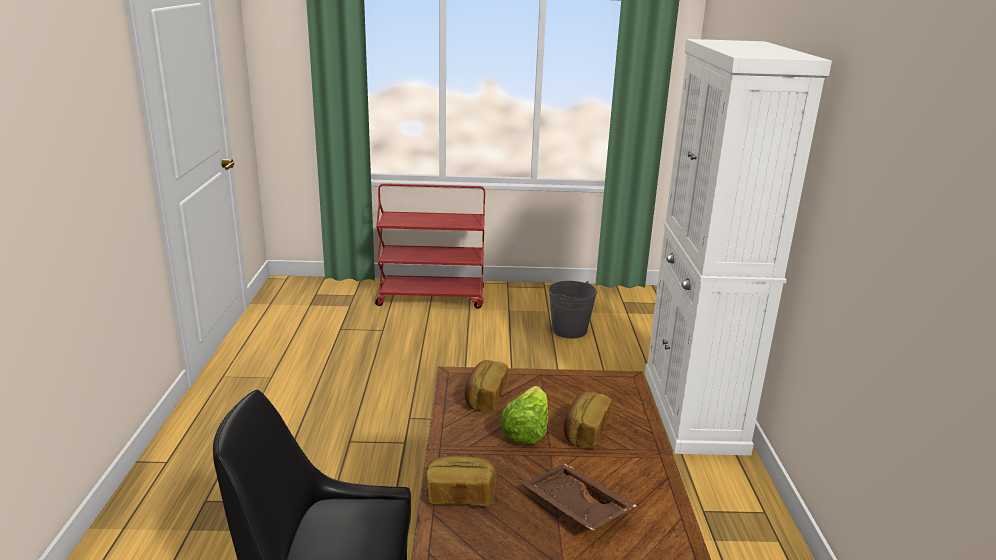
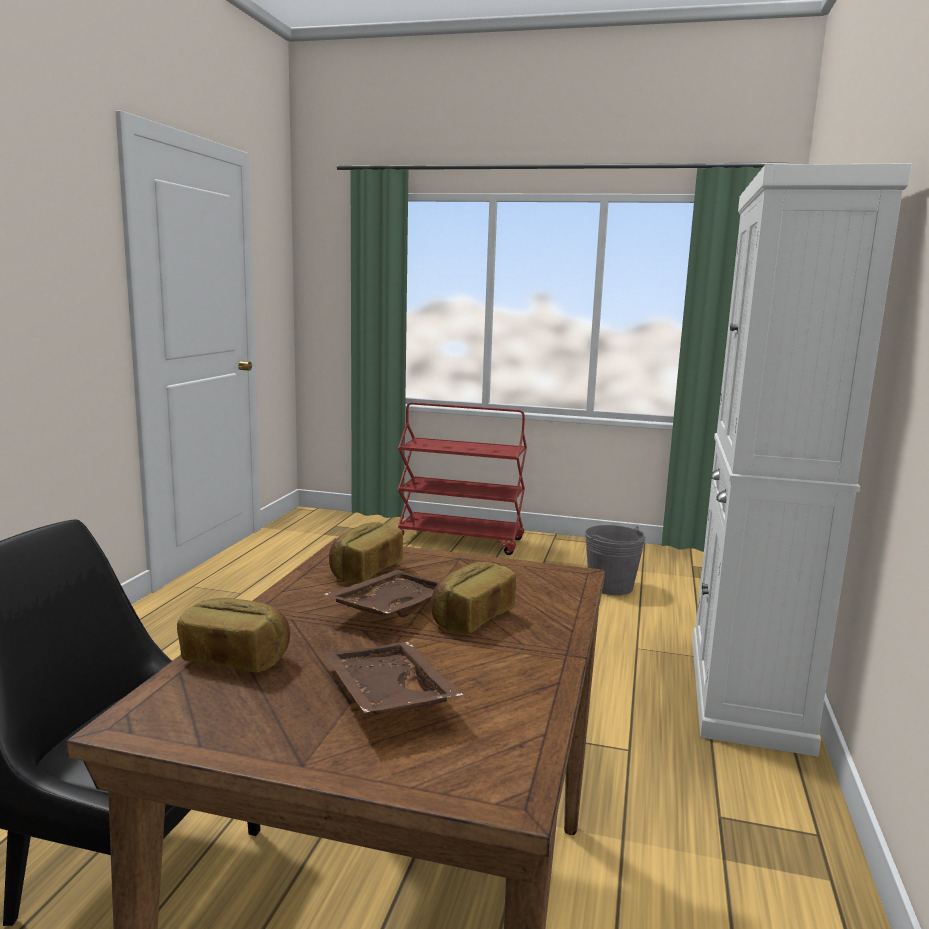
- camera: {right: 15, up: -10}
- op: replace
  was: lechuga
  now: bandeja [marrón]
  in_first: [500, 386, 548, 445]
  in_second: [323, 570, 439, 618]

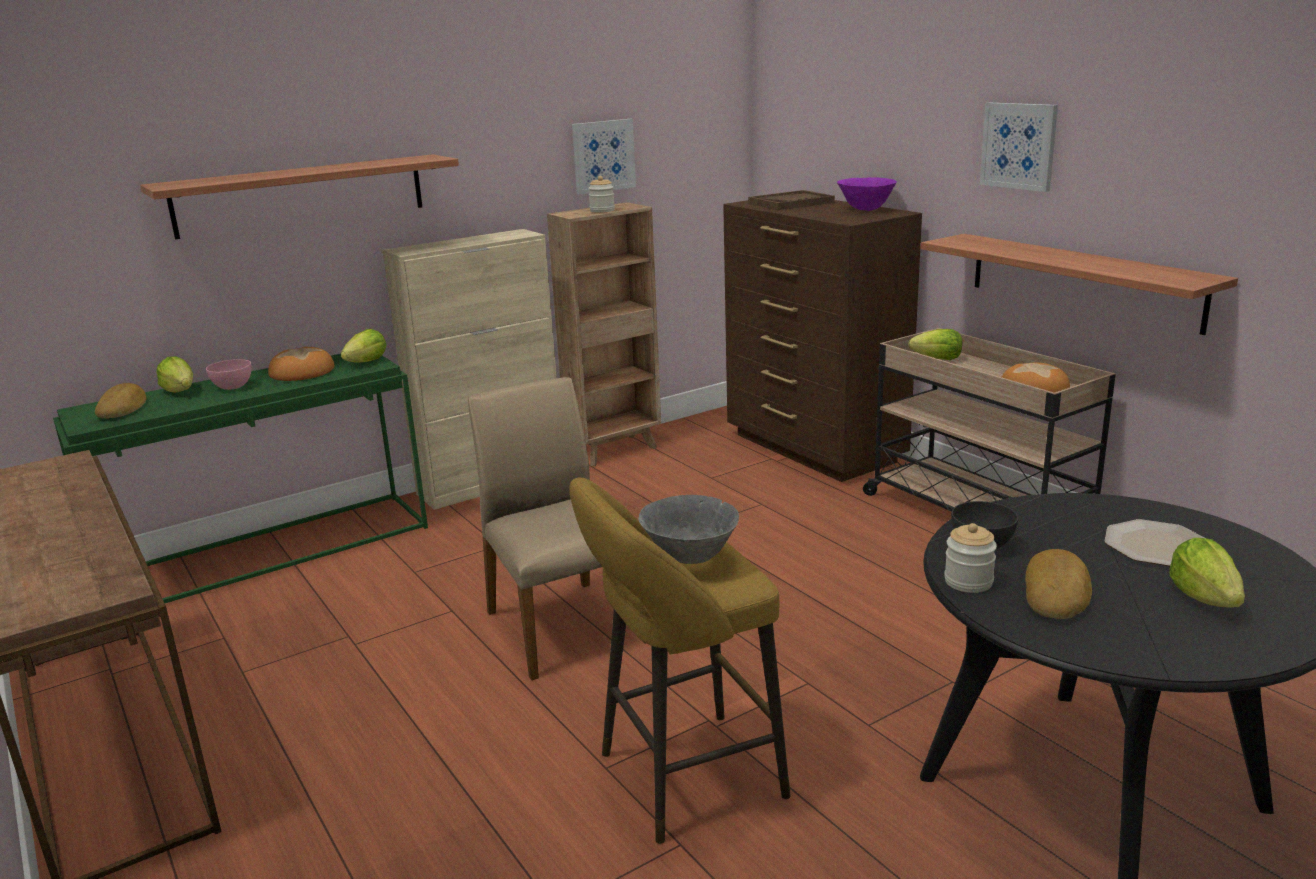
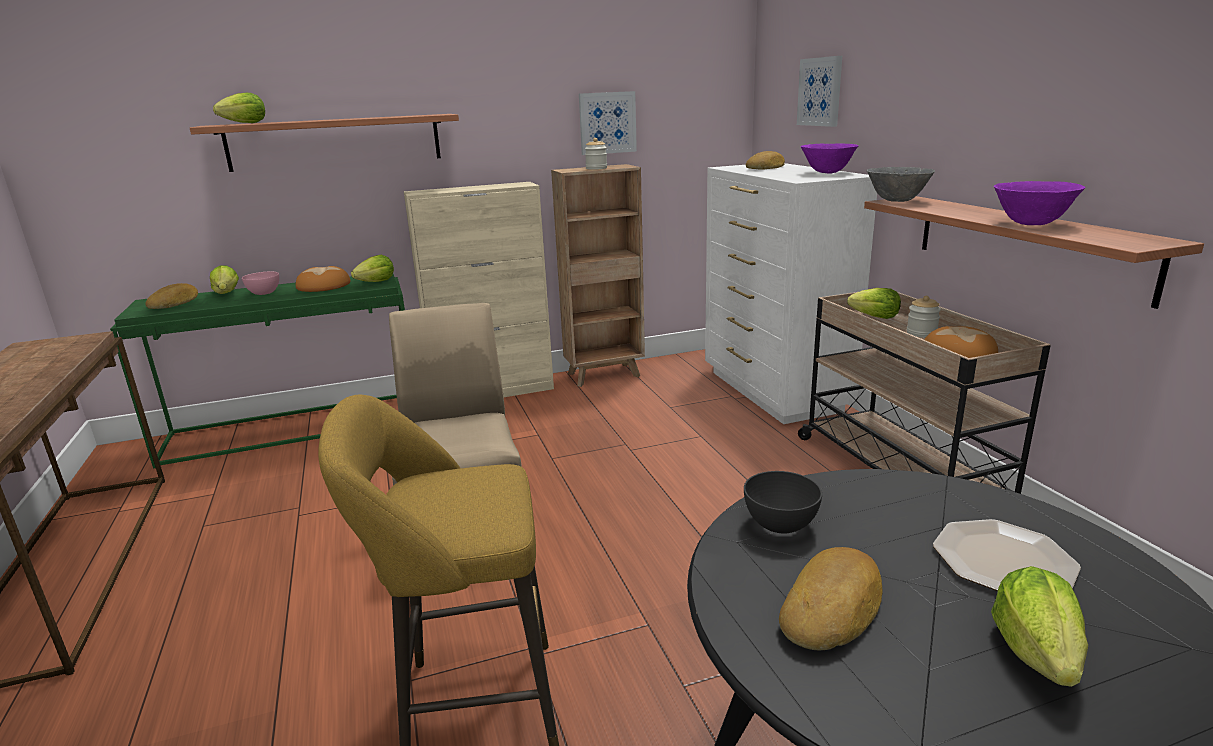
- camera: {right: 15, up: 0}
- op: insert
  now: lechuga
  in_second: [213, 93, 265, 123]
- op: insert
  now: cuenco [morado]
  in_second: [994, 181, 1086, 225]
- op: move
  was: cuenco [gris]
  in_first: [638, 495, 739, 564]
  in_second: [867, 167, 935, 202]
- op: move
  was: tarro
  in_first: [944, 523, 997, 593]
  in_second: [907, 296, 941, 338]
- op: move
  was: cuadro
  in_first: [980, 103, 1058, 192]
  in_second: [797, 56, 842, 127]
- op: replace
  was: bandeja [marrón]
  now: pan
  in_first: [748, 190, 835, 210]
  in_second: [746, 151, 785, 170]
- op: recolor
  was: cómoda [marrón]
  now: cómoda [blanco]
  in_first: [723, 200, 922, 482]
  in_second: [705, 163, 877, 424]

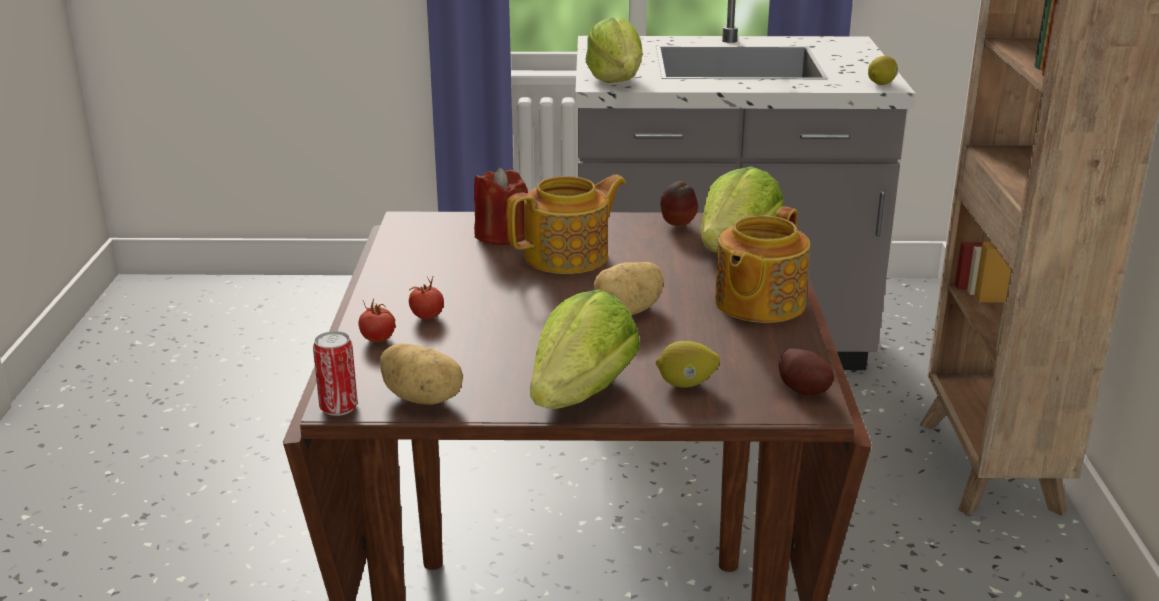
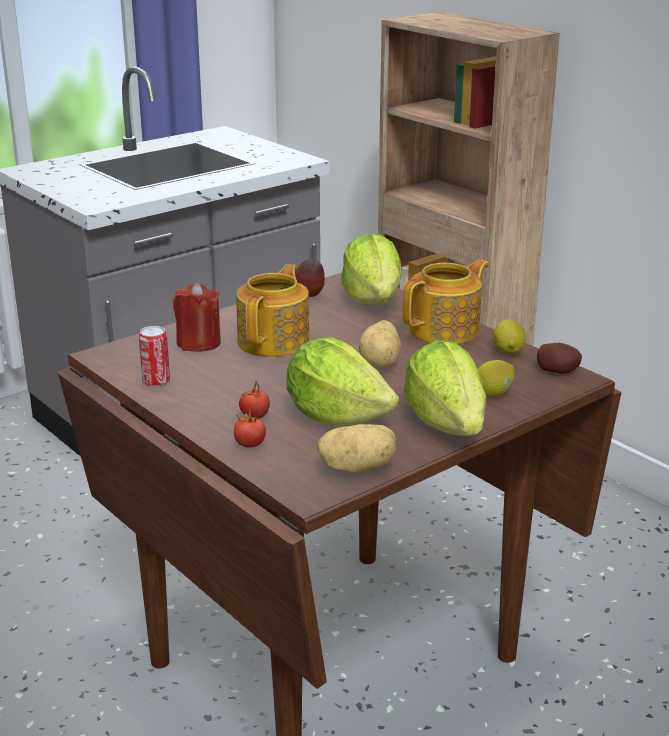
- camera: {right: -40, up: 0}
- op: move
  was: lata
  in_first: [313, 331, 358, 416]
  in_second: [139, 326, 170, 387]
- op: move
  was: lechuga
  in_first: [586, 17, 643, 83]
  in_second: [287, 337, 399, 426]
- op: move
  was: limón
  in_first: [868, 56, 898, 85]
  in_second: [493, 319, 526, 354]
- op: rotate
  was: tetera
  in_first: [715, 207, 810, 323]
  in_second: [402, 259, 489, 344]
  clockwise: -120

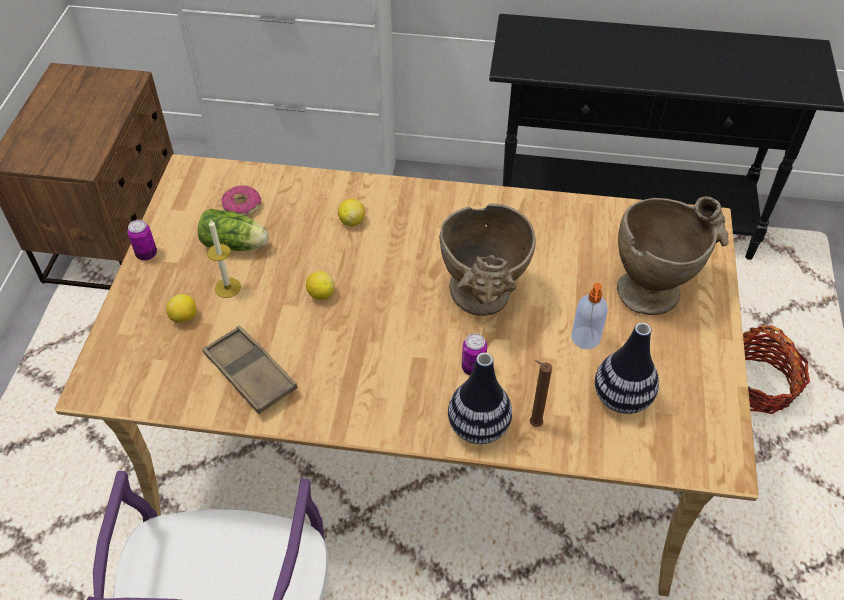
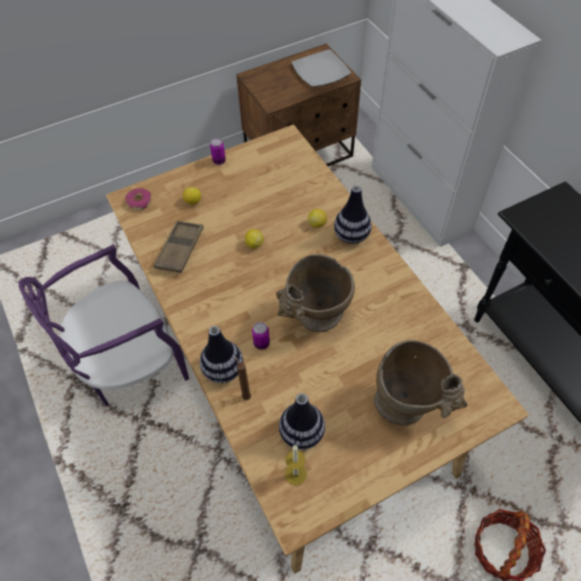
- camera: {right: 55, up: 5}
- op: delete
  was: lechuga
  in_first: [198, 209, 269, 251]
- op: delete
  was: dispensador de jabón
  in_first: [571, 283, 608, 349]
- op: insert
  now: plato
  in_second: [291, 49, 351, 87]
- op: insert
  now: florero
  in_second: [334, 185, 372, 244]
- op: move
  was: vela
  in_first: [207, 220, 241, 298]
  in_second: [285, 445, 307, 486]
- op: move
  was: rosquilla
  in_first: [222, 186, 261, 216]
  in_second: [125, 188, 151, 210]

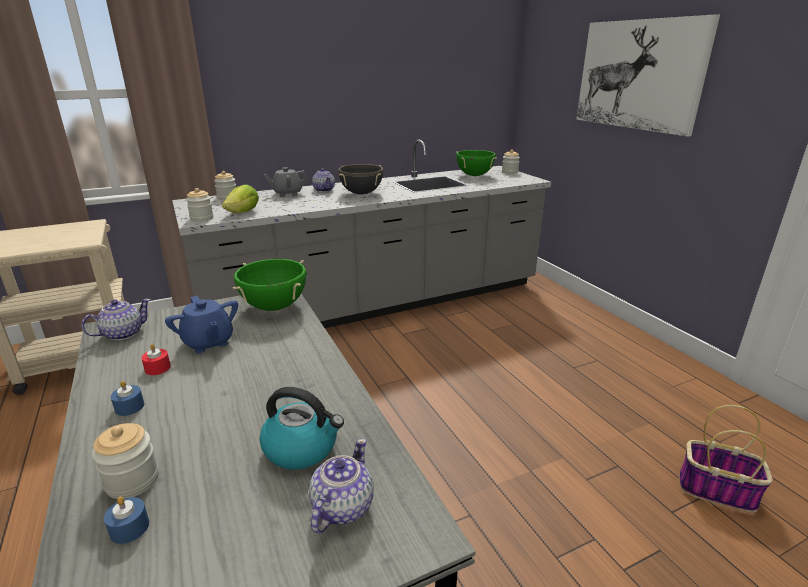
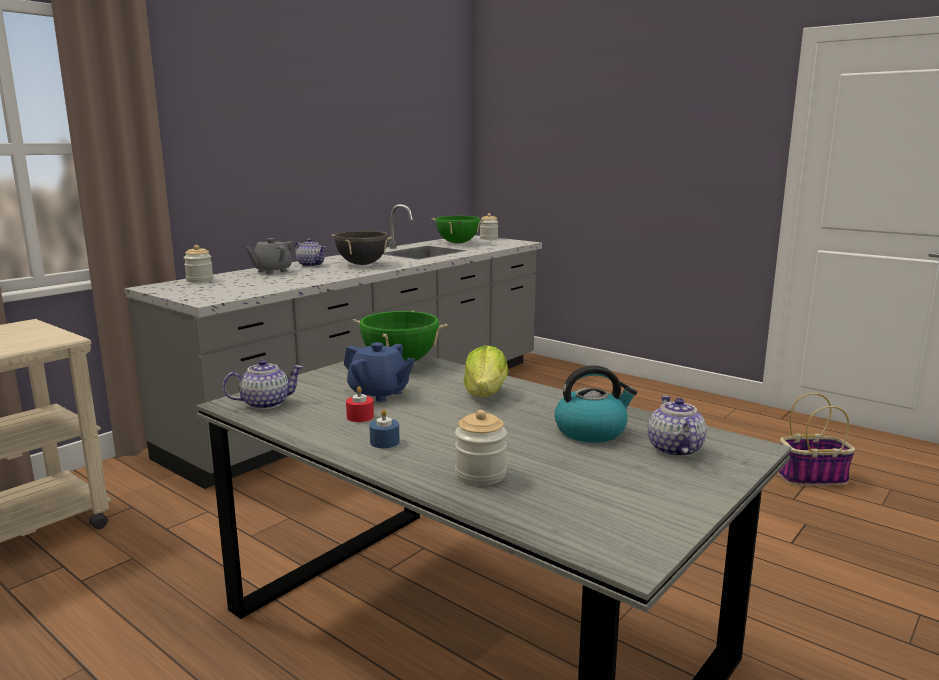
- camera: {right: -25, up: -10}
- op: delete
  was: vela [azul]
  in_first: [104, 497, 149, 544]
- op: delete
  was: tarro
  in_first: [186, 188, 213, 222]
- op: delete
  was: cuadro
  in_first: [576, 14, 720, 137]
- op: move
  was: lechuga
  in_first: [222, 185, 259, 213]
  in_second: [463, 345, 508, 397]
- op: rotate
  was: tetera
  in_first: [81, 299, 151, 340]
  in_second: [222, 359, 303, 410]
  clockwise: 45

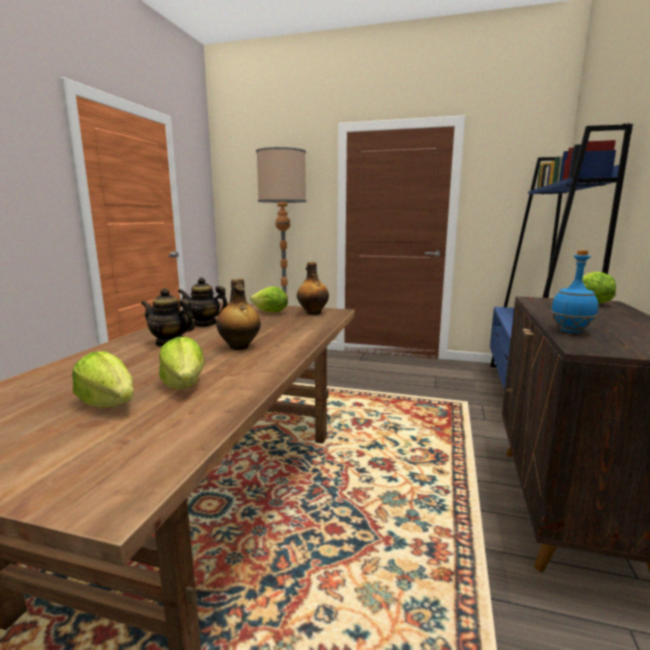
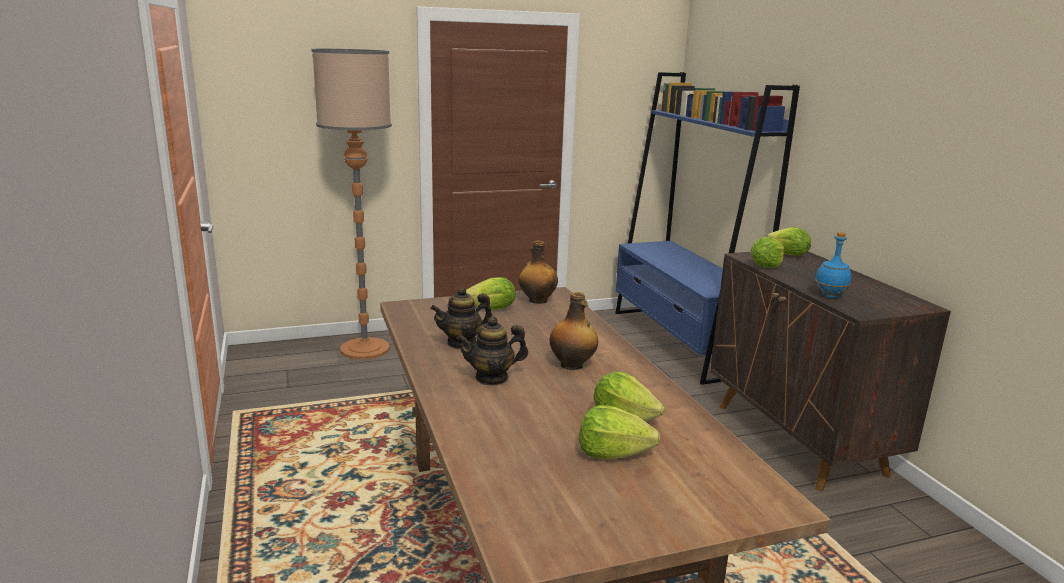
- camera: {right: -35, up: 5}
- op: insert
  now: lechuga
  in_second: [750, 237, 784, 268]

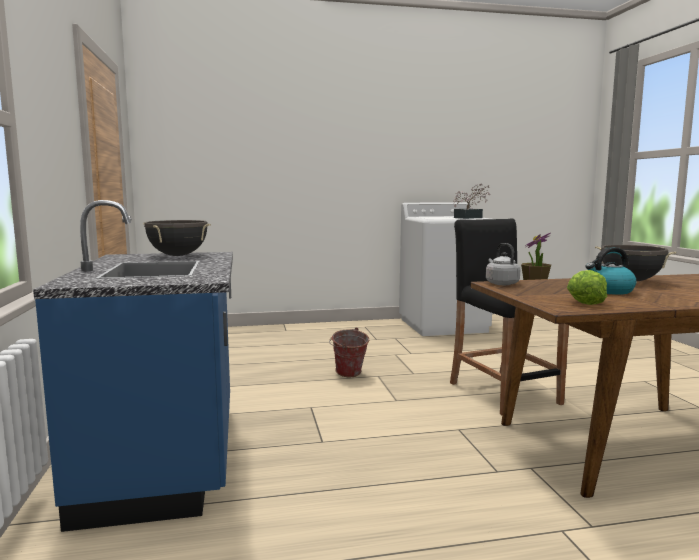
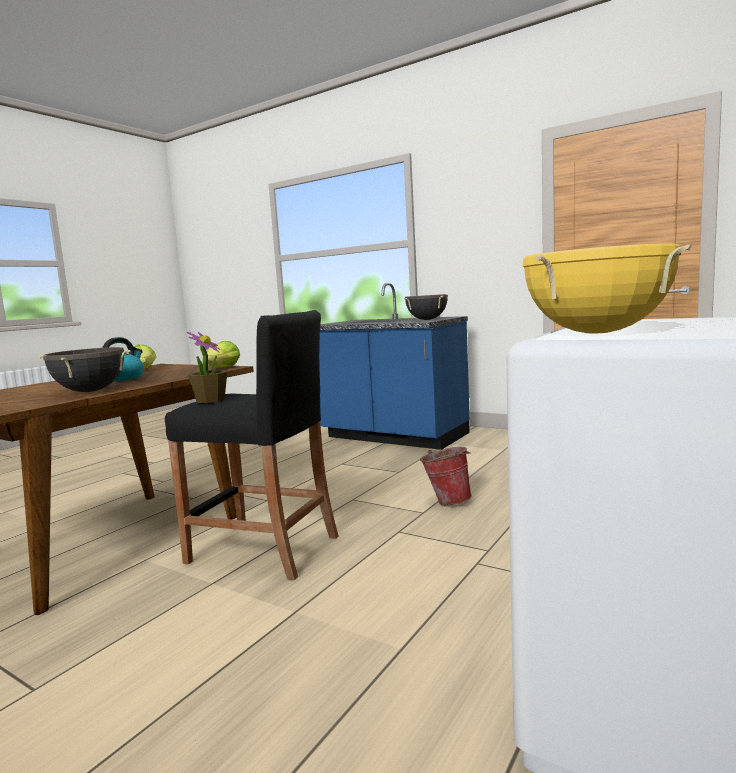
- camera: {right: 135, up: 0}
- op: replace
  was: planta en maceta
  now: olla [amarillo]
  in_first: [453, 184, 490, 219]
  in_second: [523, 243, 691, 333]
- op: replace
  was: hervidor [gris]
  now: lechuga
  in_first: [486, 243, 520, 285]
  in_second: [202, 341, 240, 368]

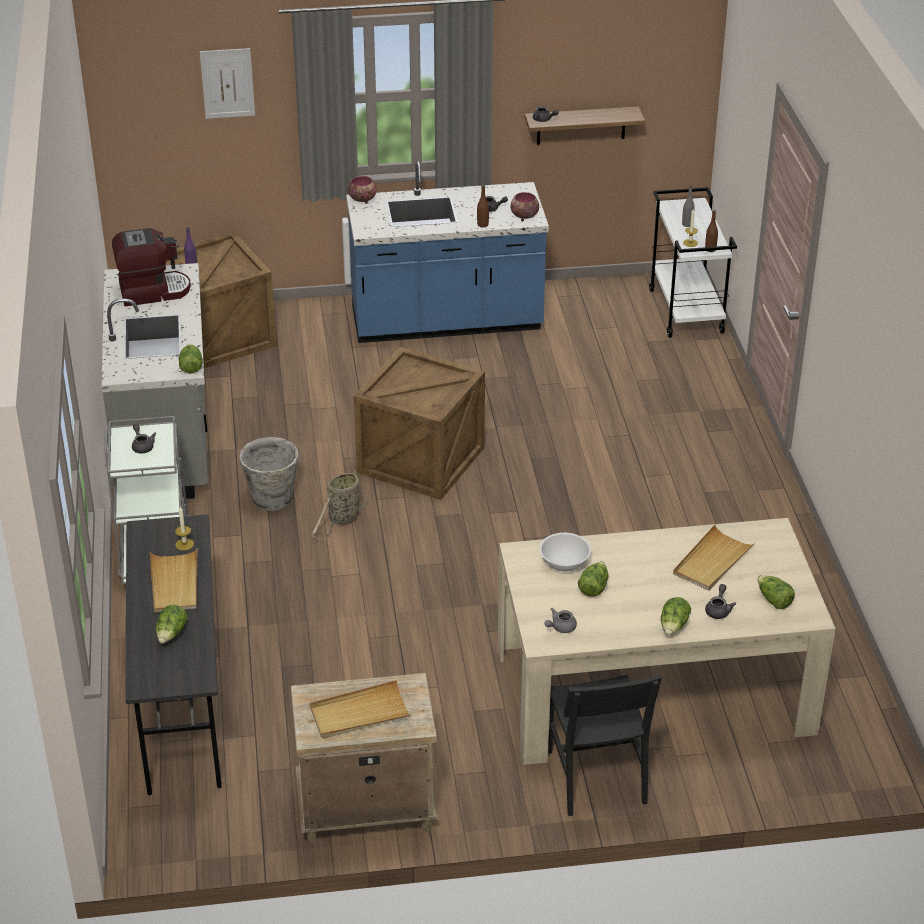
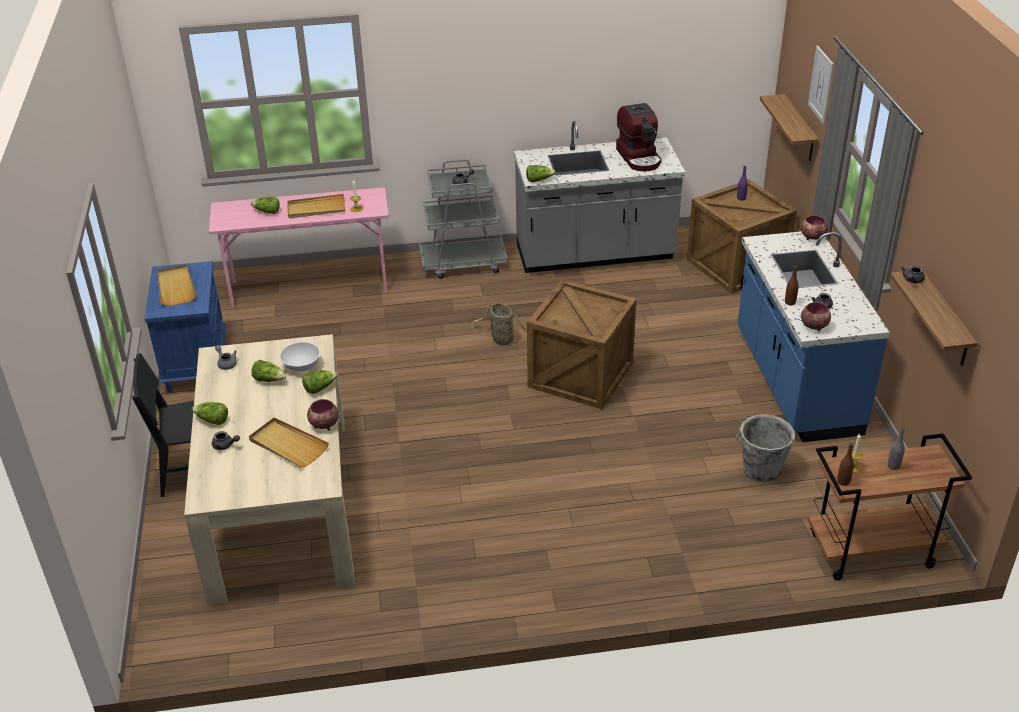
- camera: {right: 90, up: 0}
- op: insert
  now: cuenco
  in_second: [307, 399, 339, 430]
- op: insert
  now: estante
  in_second: [760, 94, 819, 161]
- op: move
  was: cubo [gris]
  in_first: [239, 437, 301, 511]
  in_second: [736, 415, 795, 482]
- op: move
  was: lechuga
  in_first: [758, 575, 795, 609]
  in_second: [302, 370, 338, 394]
- op: recolor
  was: escritorio [gris]
  now: escritorio [rosa]
  in_first: [125, 515, 222, 795]
  in_second: [209, 187, 389, 307]
- op: recolor
  was: mesita de noche [beis]
  now: mesita de noche [azul]
  in_first: [291, 673, 438, 844]
  in_second: [144, 261, 226, 393]
- op: recolor
  was: carrito [blanco]
  now: carrito [marrón]
  in_first: [649, 187, 737, 338]
  in_second: [808, 433, 972, 580]

